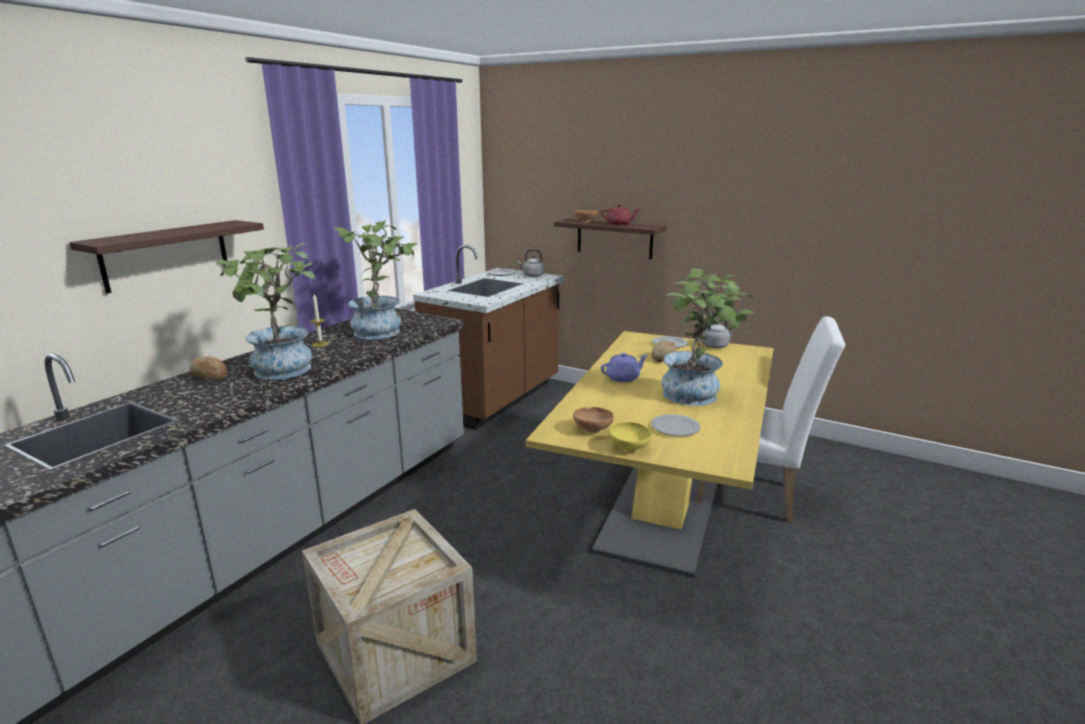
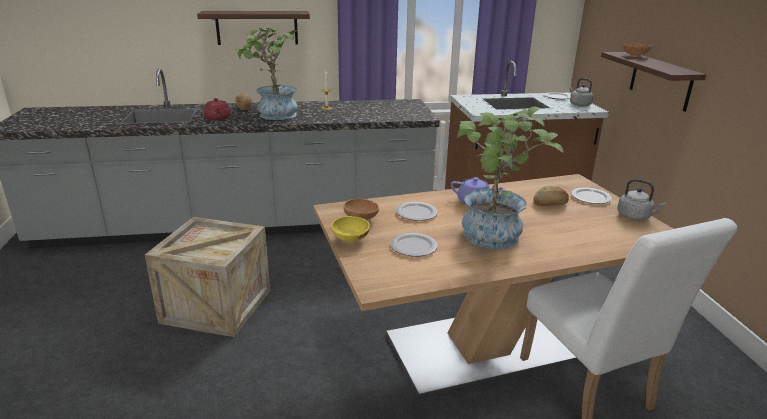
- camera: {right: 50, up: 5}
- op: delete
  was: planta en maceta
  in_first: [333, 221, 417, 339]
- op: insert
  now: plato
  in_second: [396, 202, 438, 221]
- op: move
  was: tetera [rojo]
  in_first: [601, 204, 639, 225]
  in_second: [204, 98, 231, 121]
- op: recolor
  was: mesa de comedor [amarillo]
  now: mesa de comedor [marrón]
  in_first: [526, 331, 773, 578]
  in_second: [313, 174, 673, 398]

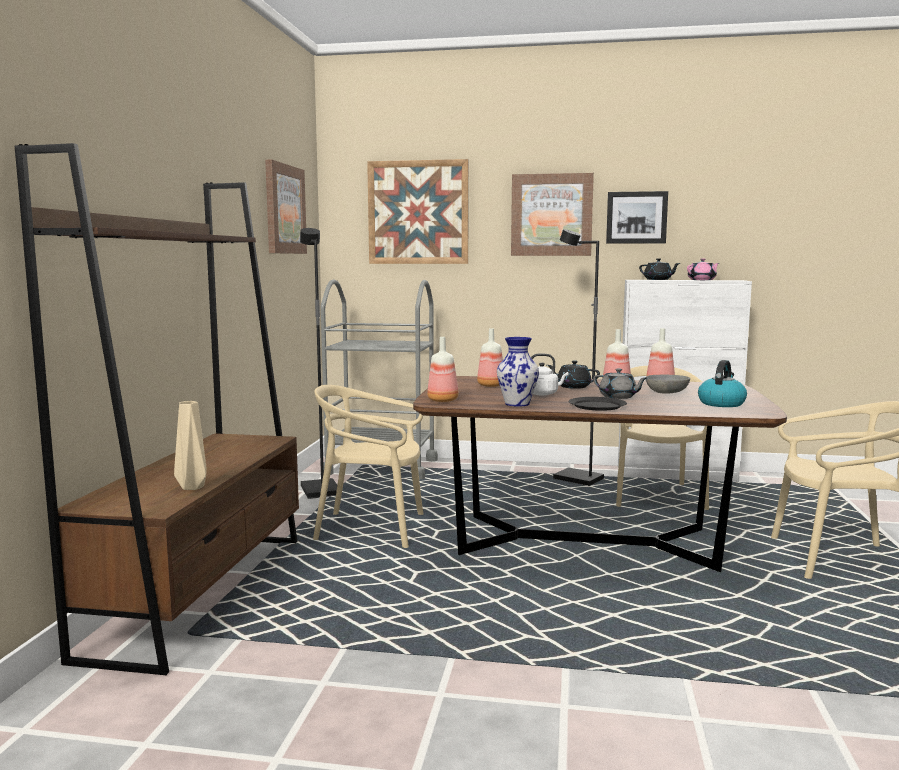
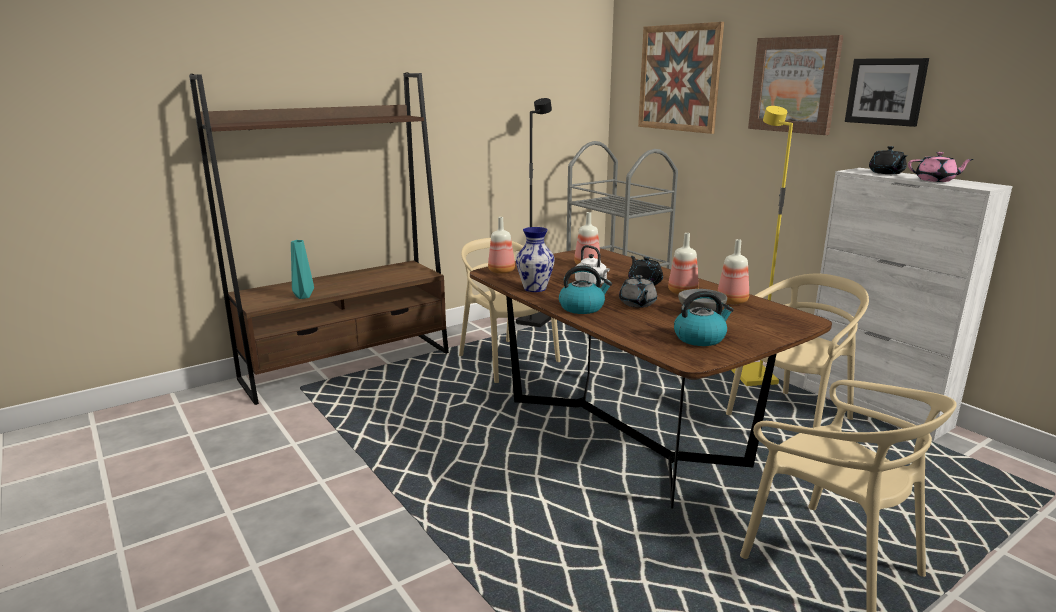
- camera: {right: 45, up: 10}
- op: delete
  was: cuadro
  in_first: [265, 160, 307, 254]
- op: replace
  was: plato [negro]
  now: hervidor
  in_first: [569, 397, 627, 411]
  in_second: [559, 265, 612, 314]
- op: recolor
  was: florero [beis]
  now: florero [turquesa]
  in_first: [174, 401, 207, 490]
  in_second: [291, 240, 314, 299]
- op: recolor
  was: lámpara de pie [negro]
  now: lámpara de pie [amarillo]
  in_first: [553, 229, 604, 486]
  in_second: [731, 106, 793, 386]

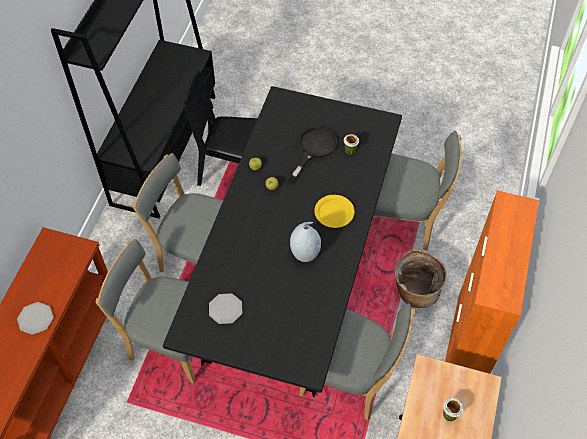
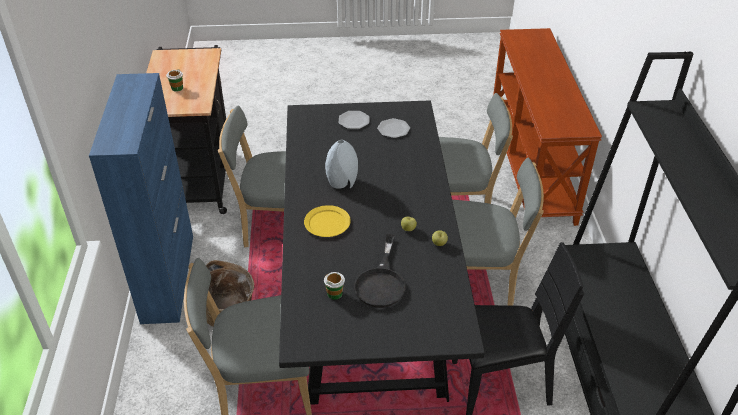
- camera: {right: 160, up: -15}
- op: move
  was: plato
  in_first: [17, 302, 54, 335]
  in_second: [339, 111, 369, 129]
- op: recolor
  was: armario [naranja]
  now: armario [azul]
  in_first: [445, 190, 539, 374]
  in_second: [89, 73, 193, 324]

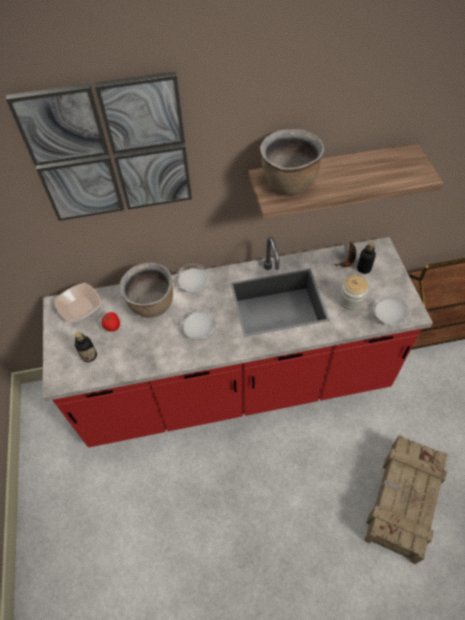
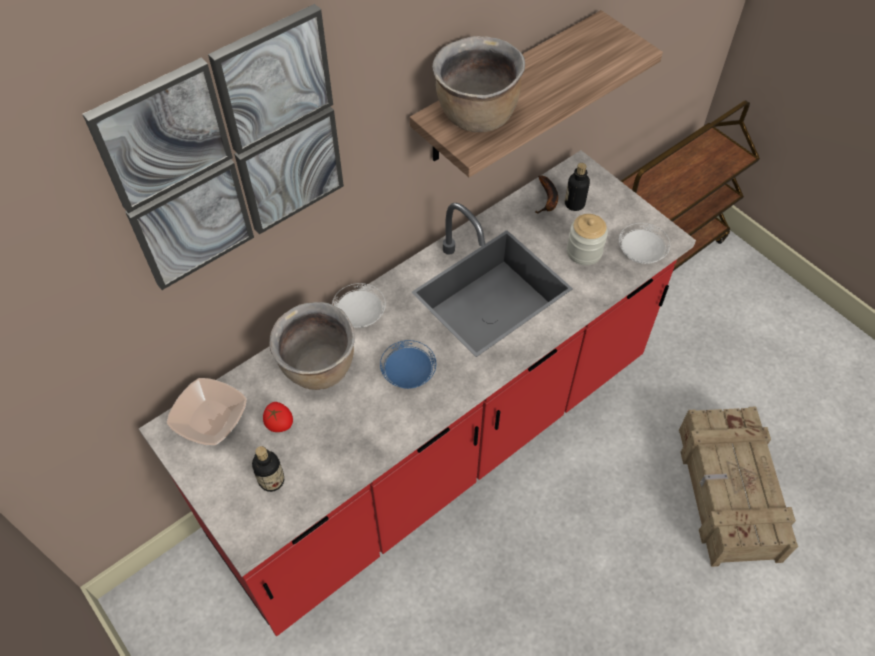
- camera: {right: -30, up: 0}
- op: recolor
  was: plato [blanco]
  now: plato [azul]
  in_first: [180, 308, 216, 339]
  in_second: [380, 340, 436, 389]

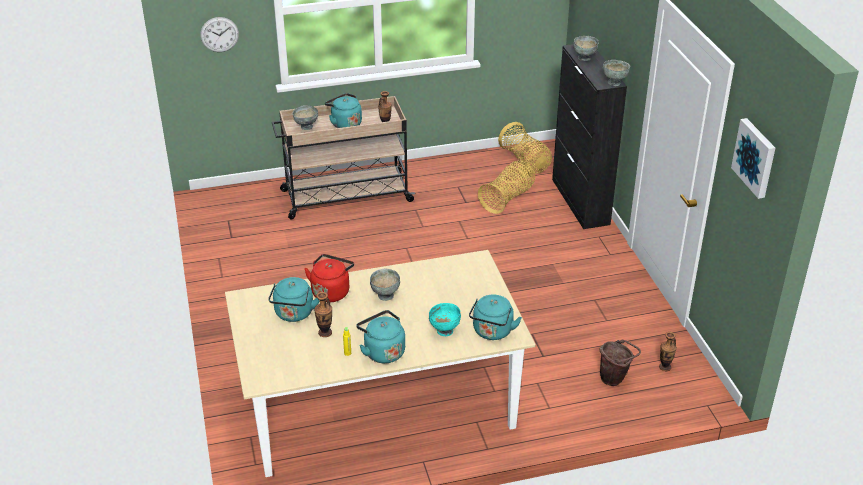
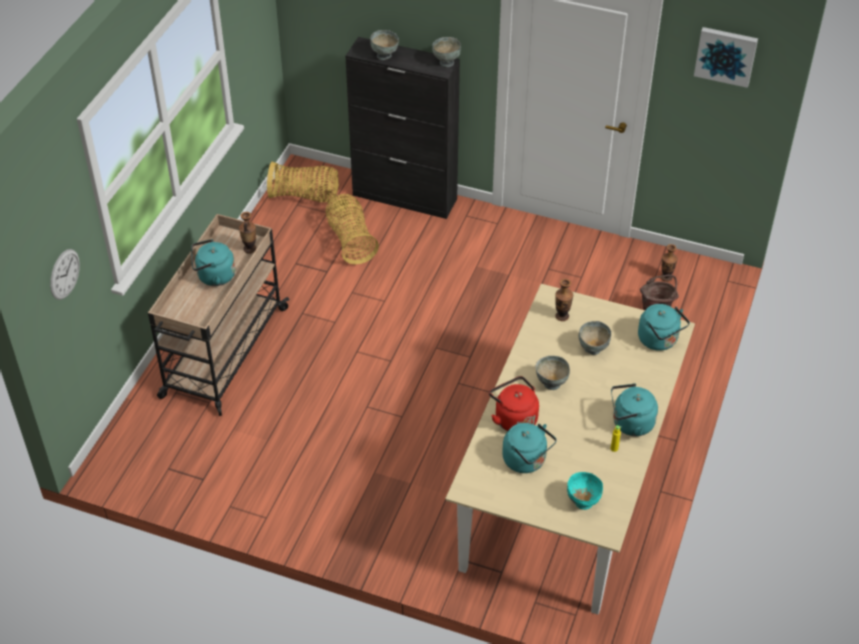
- camera: {right: -55, up: 10}
- op: move
  was: cuenco [gris]
  in_first: [292, 105, 318, 130]
  in_second: [579, 321, 611, 355]
- op: move
  was: florero
  in_first: [314, 292, 332, 337]
  in_second: [555, 279, 573, 321]
- op: move
  was: cuenco [turquesa]
  in_first: [429, 303, 461, 336]
  in_second: [567, 472, 603, 510]

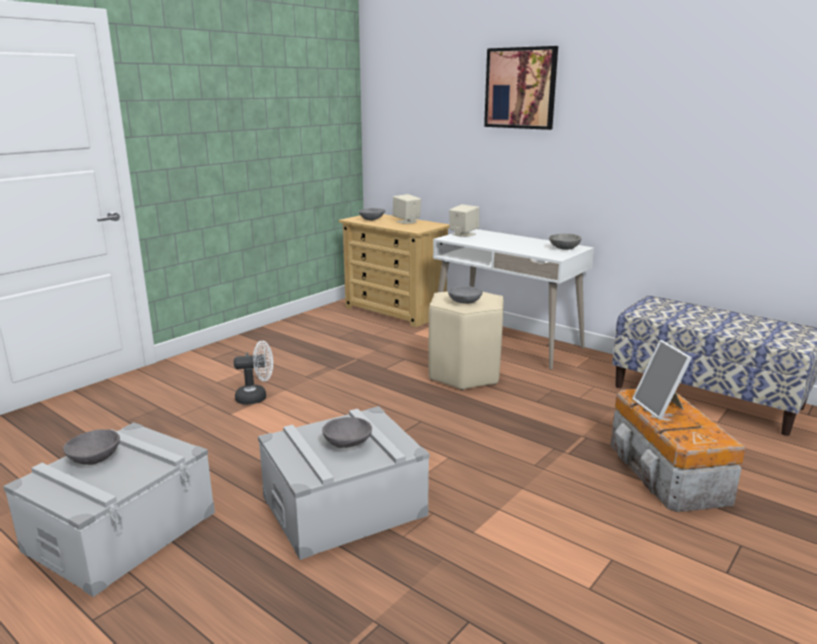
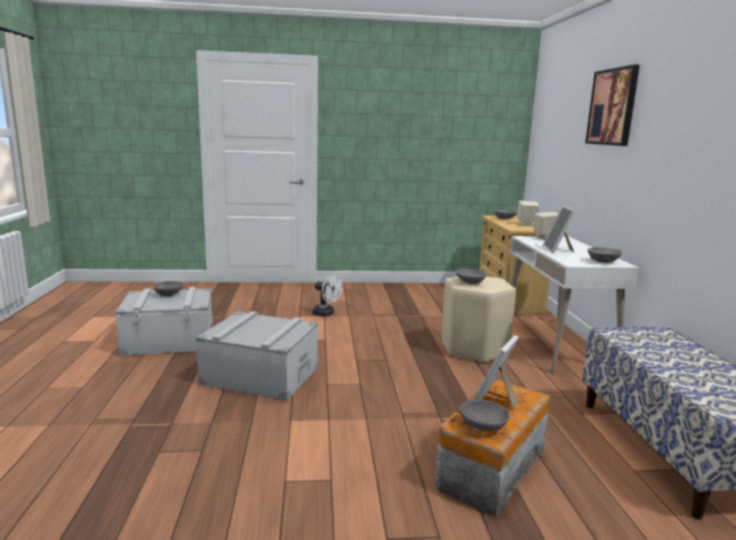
- camera: {right: 45, up: -5}
- op: insert
  now: portarretratos
  in_second: [543, 206, 576, 253]
- op: move
  was: cuenco [gris]
  in_first: [322, 417, 372, 448]
  in_second: [460, 400, 510, 431]

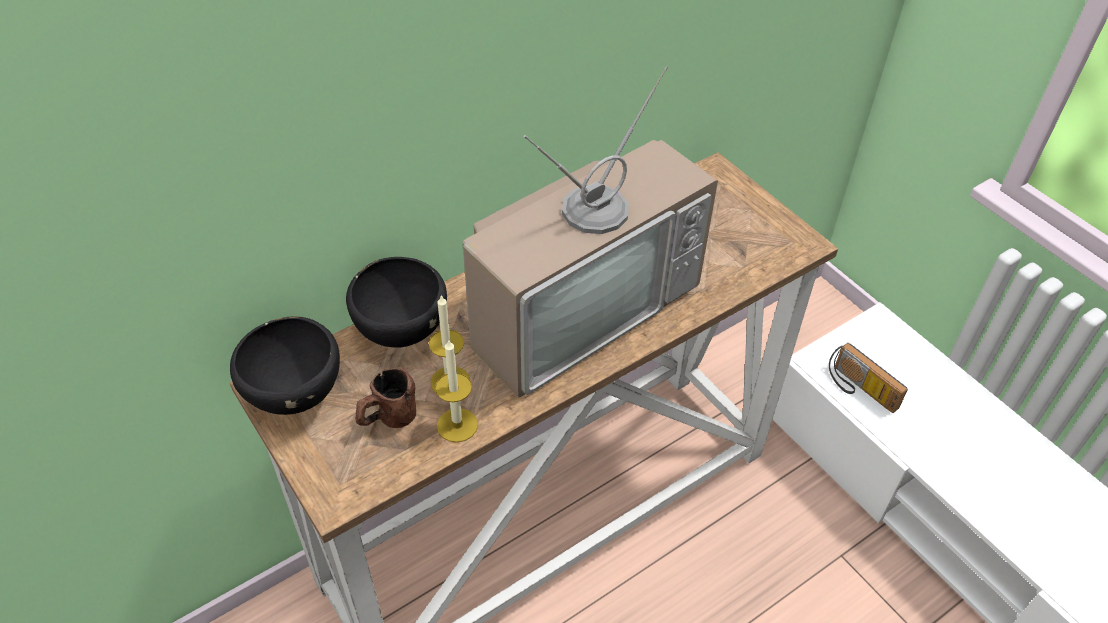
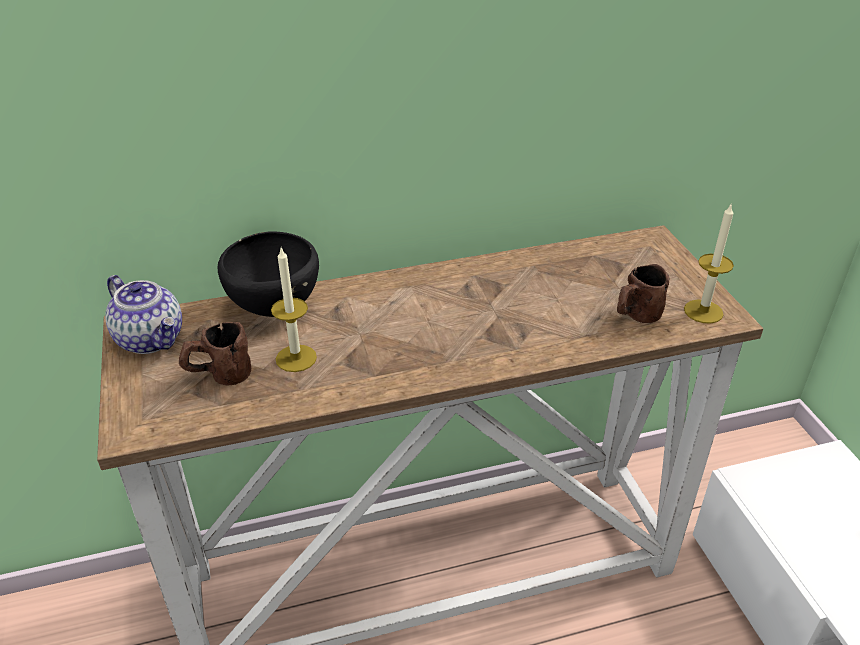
- camera: {right: 20, up: -10}
- op: delete
  was: televisor
  in_first: [463, 66, 718, 397]
- op: delete
  was: radio
  in_first: [829, 343, 908, 413]
- op: insert
  now: taza grande [marrón]
  in_second: [617, 264, 670, 323]
- op: move
  was: vela
  in_first: [435, 339, 478, 443]
  in_second: [684, 203, 734, 324]
- op: replace
  was: cuenco [negro]
  now: tetera
  in_first: [230, 316, 340, 415]
  in_second: [105, 275, 182, 354]

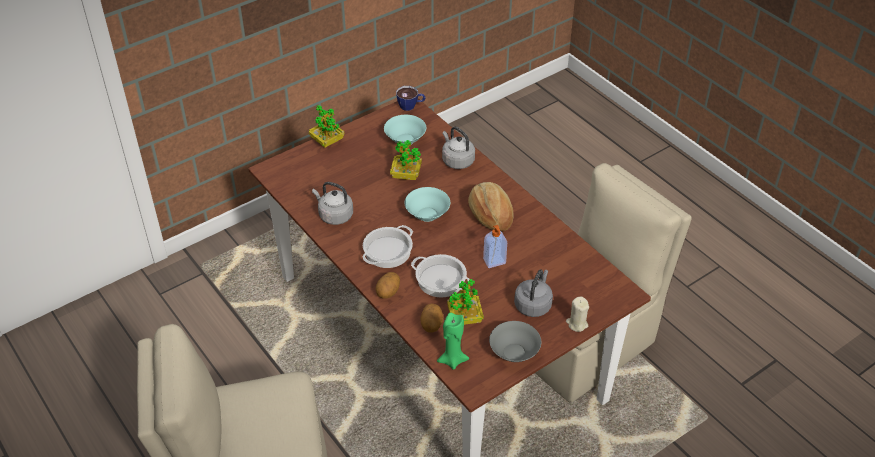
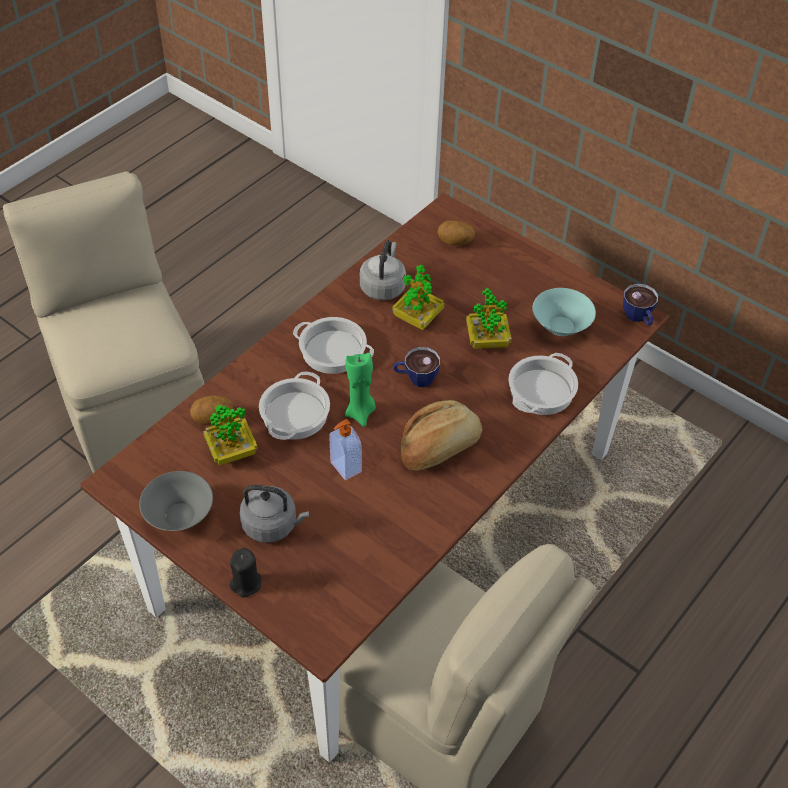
- camera: {right: 75, up: 5}
- op: move
  was: planta en maceta
  in_first: [309, 105, 344, 148]
  in_second: [392, 265, 445, 330]
- op: move
  was: patata
  in_first: [376, 272, 400, 299]
  in_second: [438, 220, 475, 245]
- op: move
  was: vela [verde]
  in_first: [437, 313, 469, 370]
  in_second: [345, 353, 376, 427]
- op: replace
  was: cuenco [turquesa]
  now: taza
  in_first: [405, 187, 450, 222]
  in_second: [393, 347, 440, 387]
- op: replace
  was: hervidor [gris]
  now: olla
  in_first: [442, 127, 475, 169]
  in_second: [508, 353, 578, 415]
- op: recolor
  was: vela [beis]
  now: vela [negro]
  in_first: [566, 297, 589, 332]
  in_second: [229, 548, 262, 597]

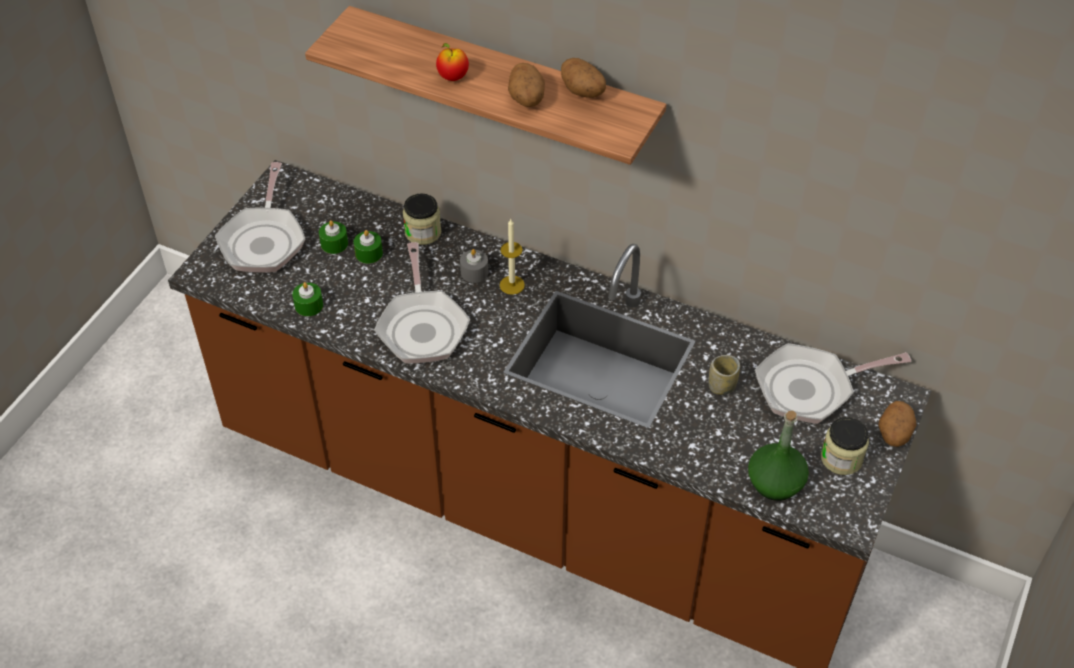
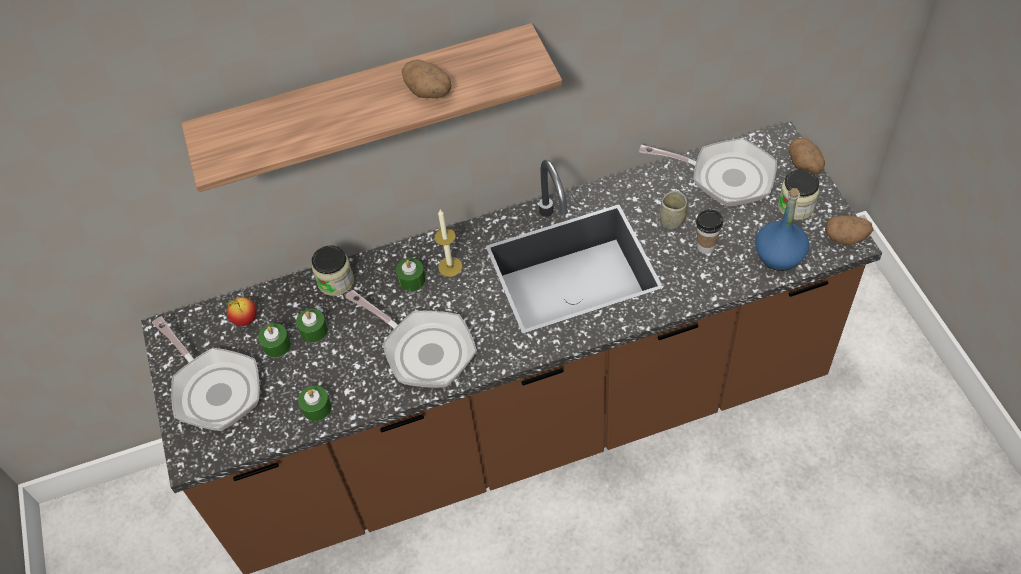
- camera: {right: -40, up: 5}
- op: insert
  now: taza
  in_second: [696, 210, 723, 254]
- op: move
  was: manzana
  in_first: [436, 43, 469, 81]
  in_second: [227, 297, 257, 326]
- op: move
  was: patata
  in_first: [561, 58, 606, 98]
  in_second: [825, 215, 873, 245]
- op: recolor
  was: vela [gris]
  now: vela [verde]
  in_first: [460, 249, 488, 283]
  in_second: [396, 258, 426, 291]
- op: recolor
  was: botella [verde]
  now: botella [azul]
  in_first: [748, 411, 809, 501]
  in_second: [755, 188, 809, 271]
- op: rotate
  was: sartén
  in_first: [755, 343, 911, 424]
  in_second: [639, 138, 777, 207]
  clockwise: -105

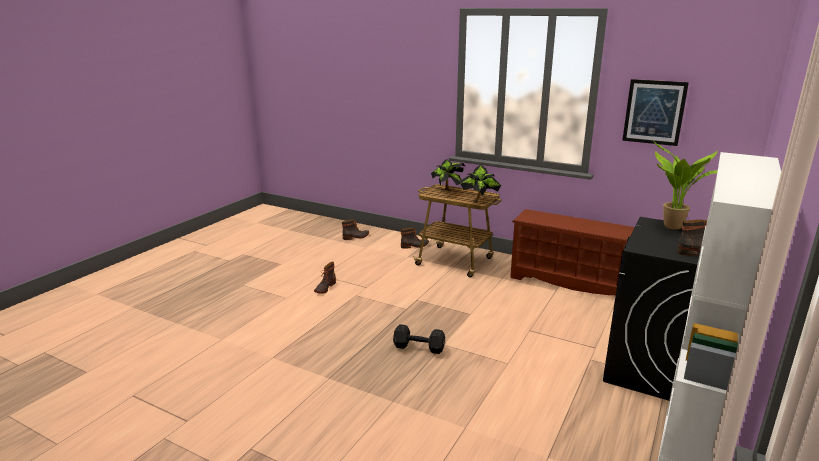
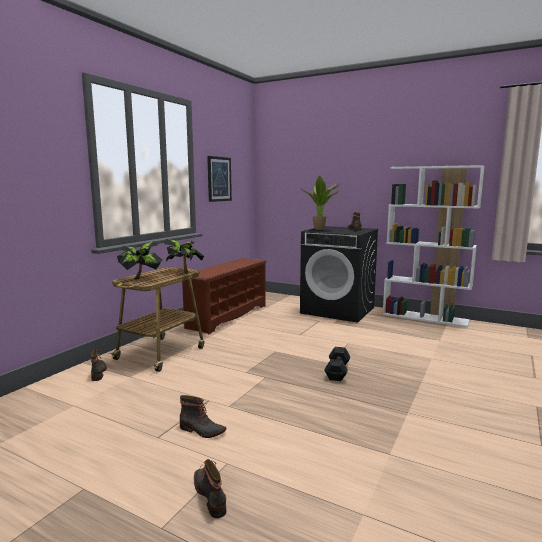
- camera: {right: -90, up: -10}
- op: move
  was: bota
  in_first: [342, 220, 369, 240]
  in_second: [194, 459, 226, 518]

